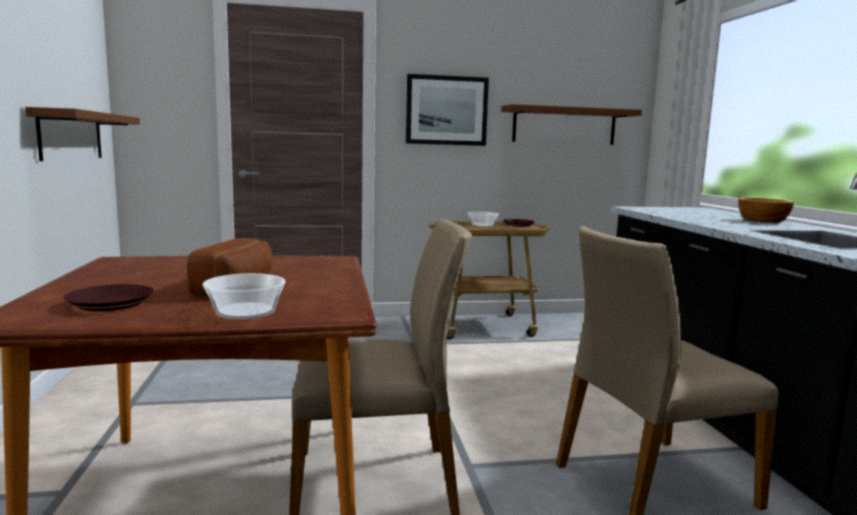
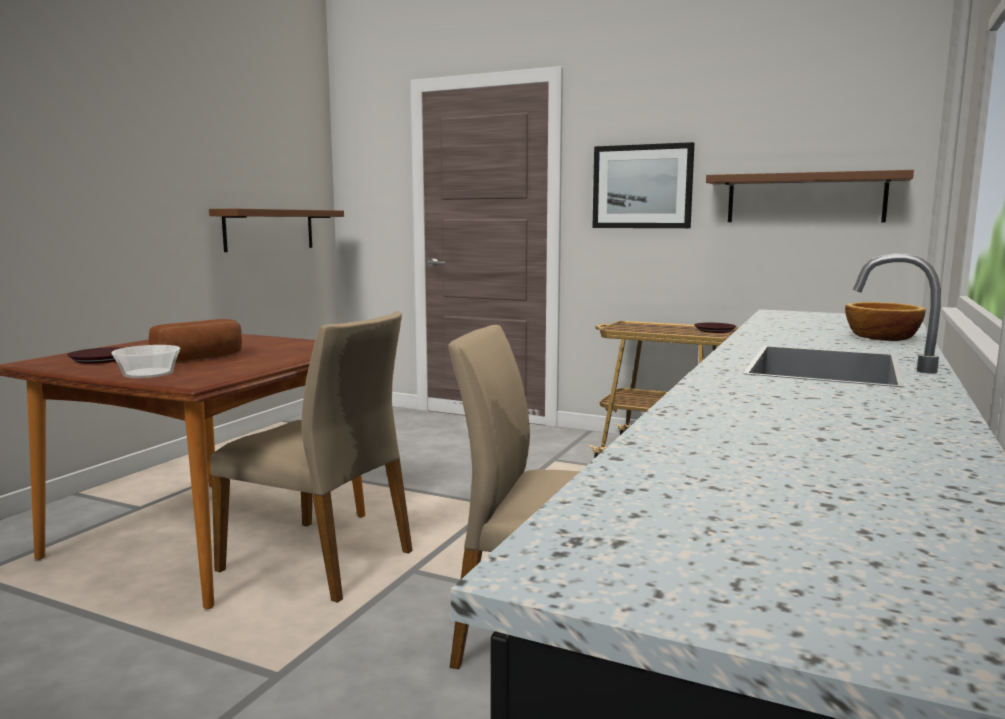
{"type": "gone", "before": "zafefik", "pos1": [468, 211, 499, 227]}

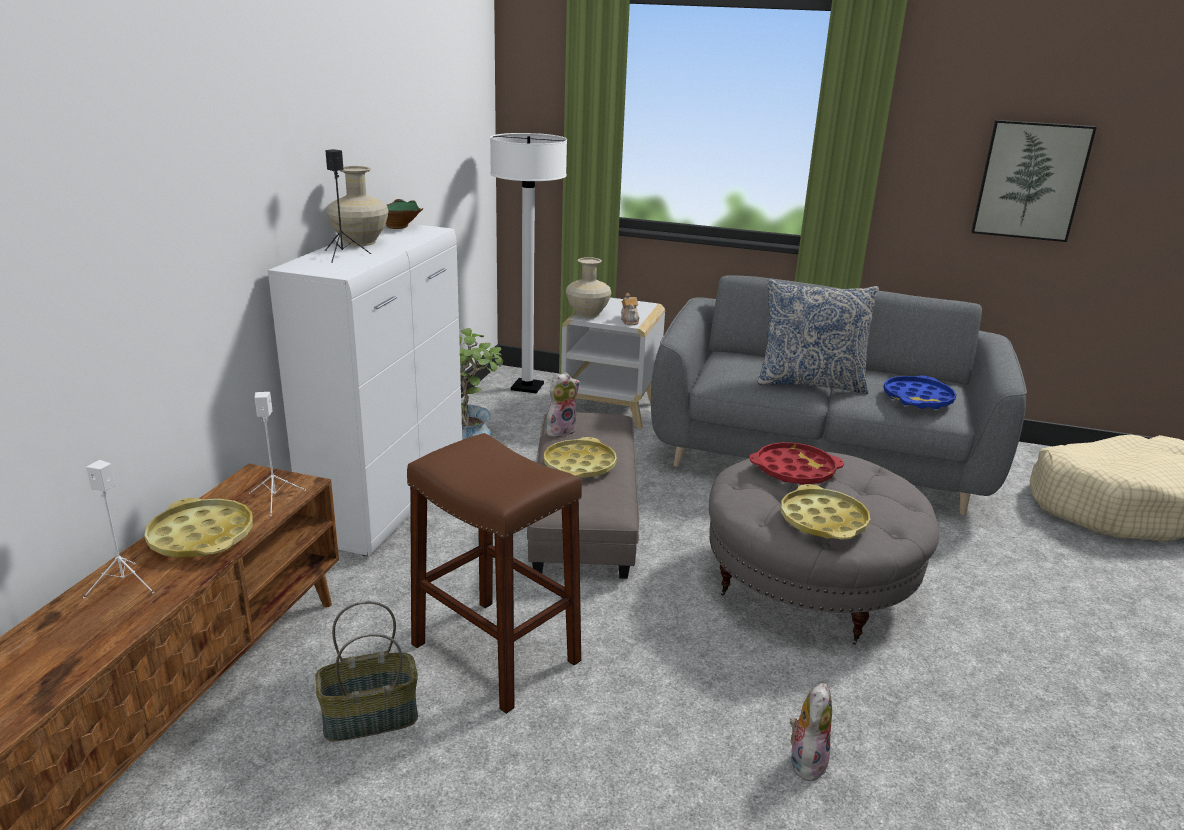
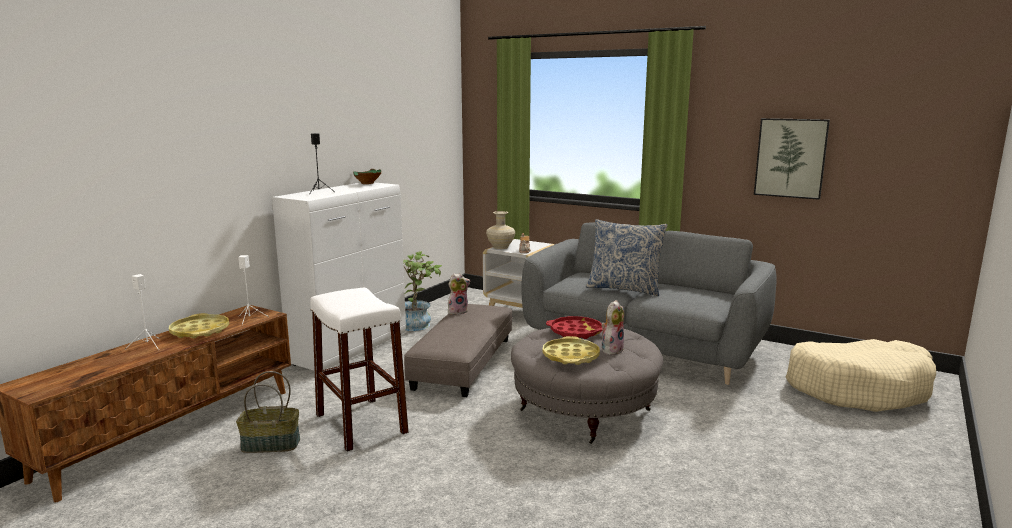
{"type": "gone", "before": "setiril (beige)", "pos1": [326, 166, 389, 246]}
{"type": "gone", "before": "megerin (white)", "pos1": [490, 133, 567, 394]}
{"type": "gone", "before": "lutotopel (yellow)", "pos1": [544, 437, 617, 478]}
{"type": "gone", "before": "lutotopel (blue)", "pos1": [884, 375, 956, 409]}
{"type": "shifted", "before": "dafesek", "pos1": [790, 683, 832, 782], "pos2": [601, 300, 624, 355]}
{"type": "repainted", "before": "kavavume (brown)", "after": "kavavume (white)", "pos1": [407, 433, 582, 714], "pos2": [310, 288, 409, 452]}

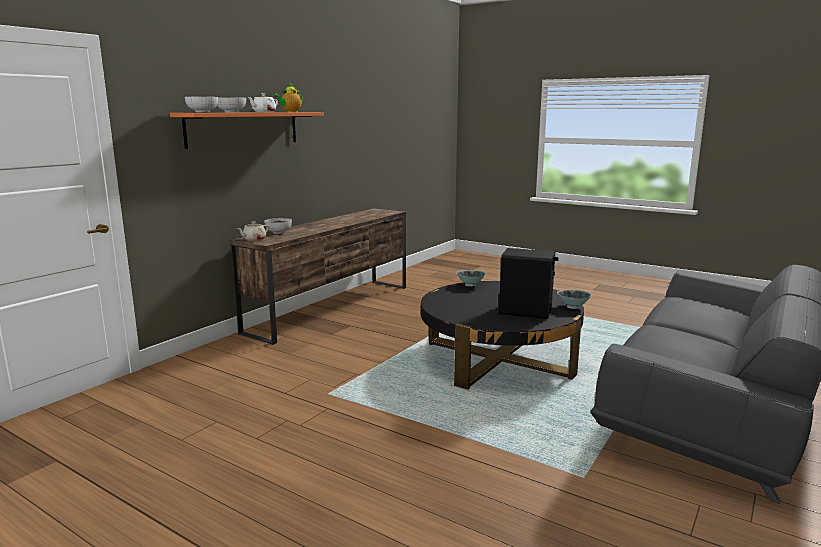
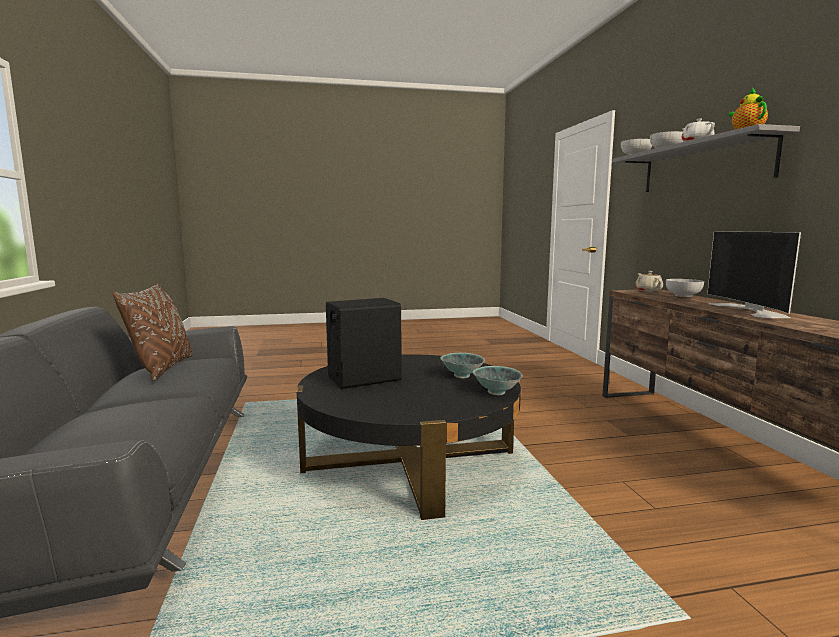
{"type": "new", "after": "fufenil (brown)", "pos2": [113, 283, 192, 381]}
{"type": "new", "after": "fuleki", "pos2": [707, 231, 801, 318]}
{"type": "shifted", "before": "zafefik", "pos1": [557, 290, 592, 309], "pos2": [440, 353, 485, 378]}
{"type": "repainted", "before": "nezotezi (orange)", "after": "nezotezi (grey)", "pos1": [170, 112, 324, 149], "pos2": [612, 124, 800, 192]}

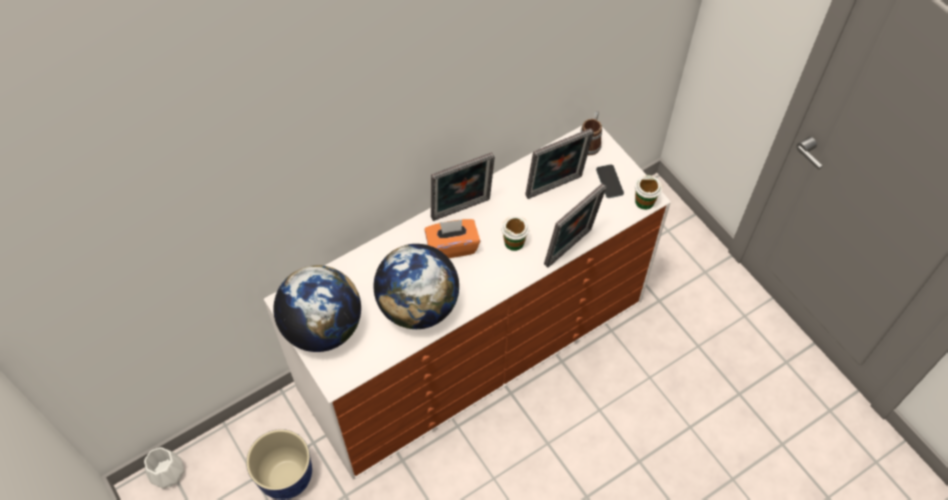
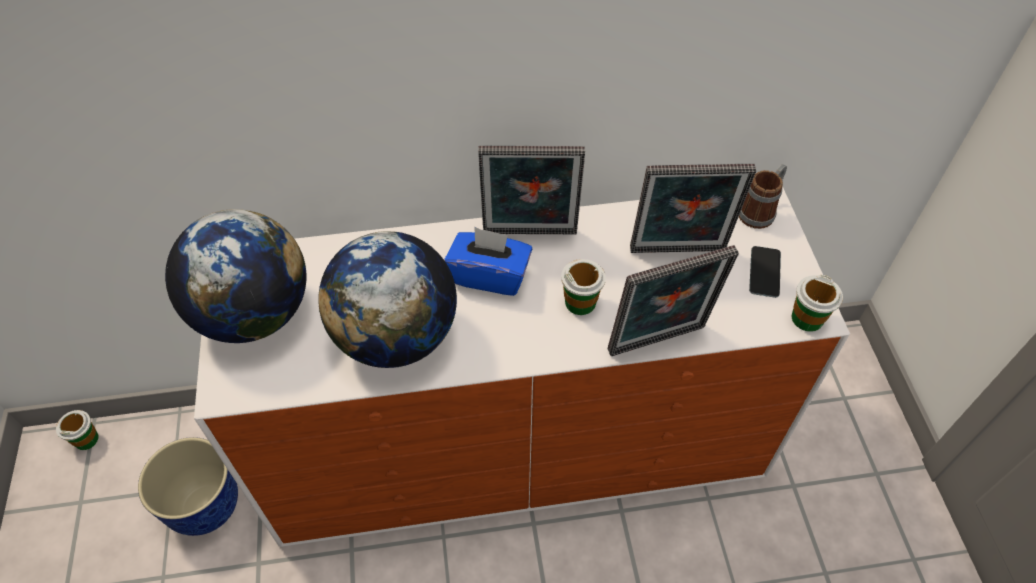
{"type": "swapped", "before": "setiril (white)", "after": "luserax", "pos1": [144, 447, 184, 489], "pos2": [56, 410, 99, 450]}
{"type": "repainted", "before": "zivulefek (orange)", "after": "zivulefek (blue)", "pos1": [425, 219, 480, 258], "pos2": [444, 227, 532, 296]}

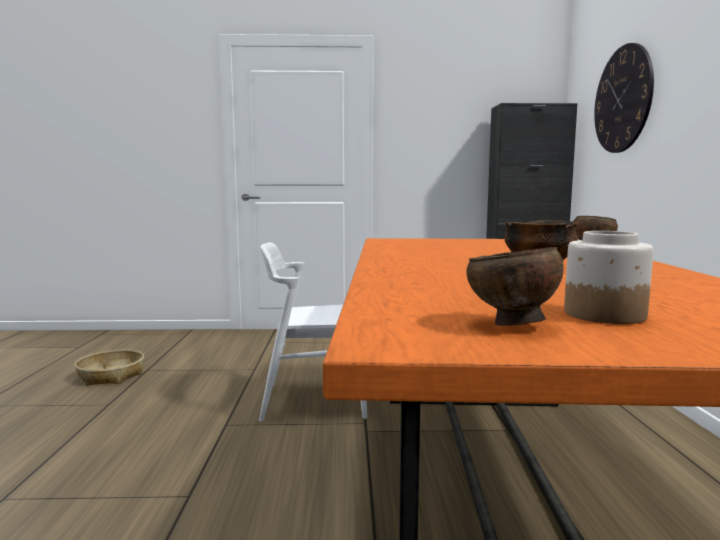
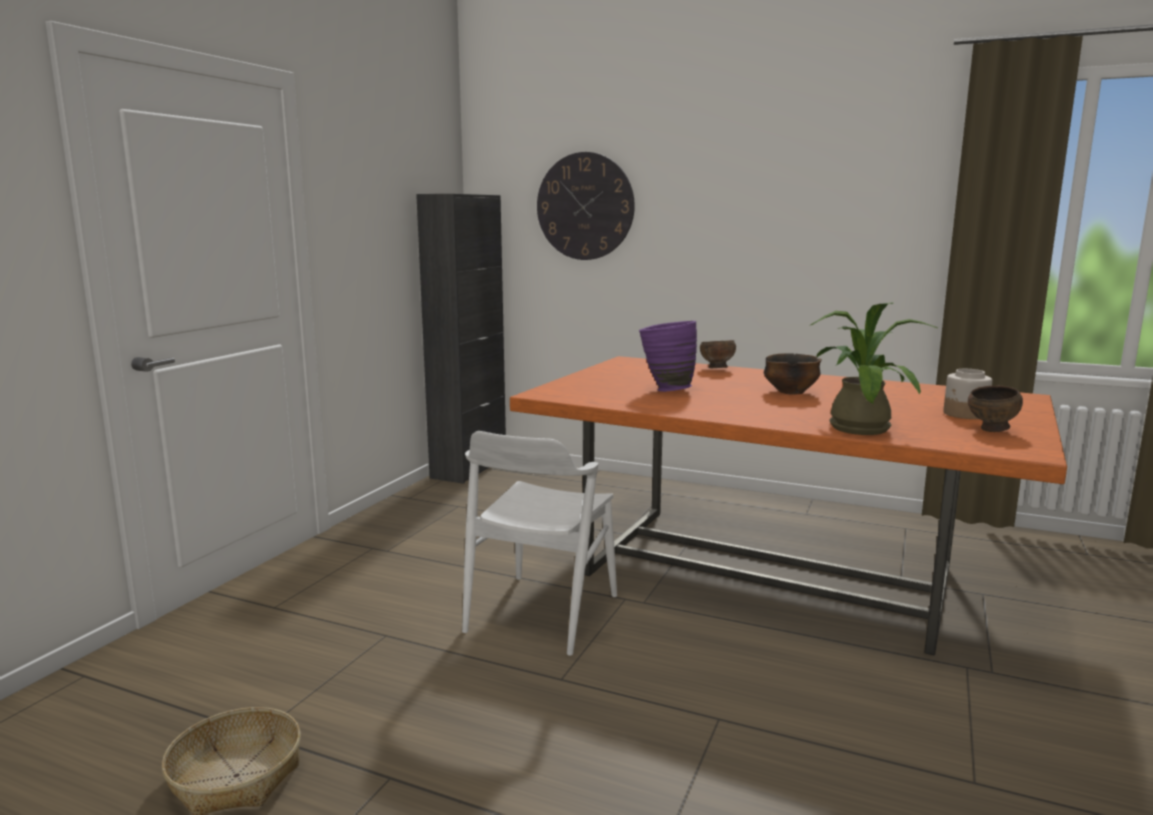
{"type": "new", "after": "setiril (purple)", "pos2": [639, 321, 697, 392]}
{"type": "new", "after": "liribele", "pos2": [811, 302, 937, 435]}

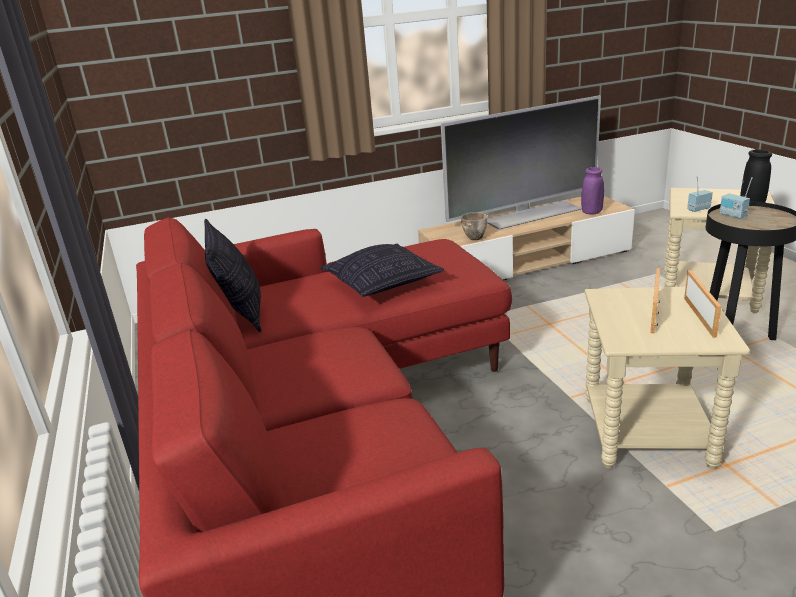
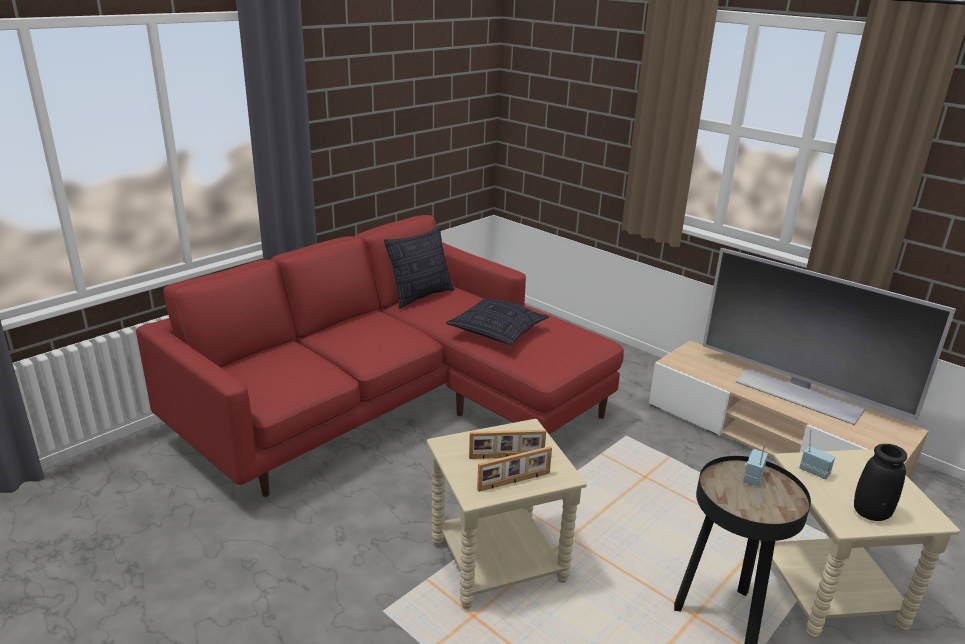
{"type": "gone", "before": "zafefik", "pos1": [461, 212, 488, 240]}
{"type": "gone", "before": "setiril (purple)", "pos1": [581, 167, 604, 214]}

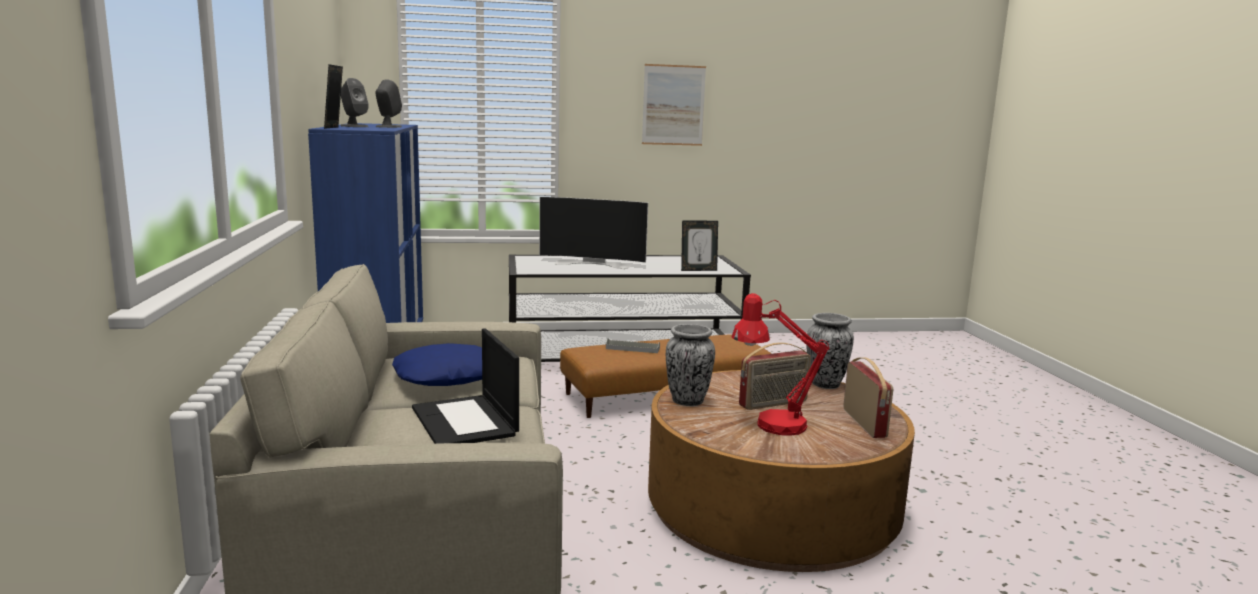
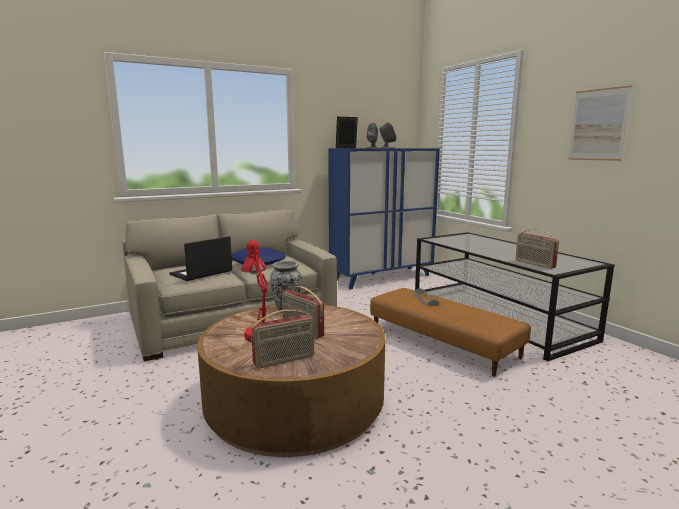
{"type": "gone", "before": "fuleki", "pos1": [539, 197, 648, 269]}
{"type": "gone", "before": "setiril", "pos1": [806, 313, 854, 389]}
{"type": "swapped", "before": "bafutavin", "after": "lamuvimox", "pos1": [681, 220, 718, 271], "pos2": [515, 229, 559, 269]}

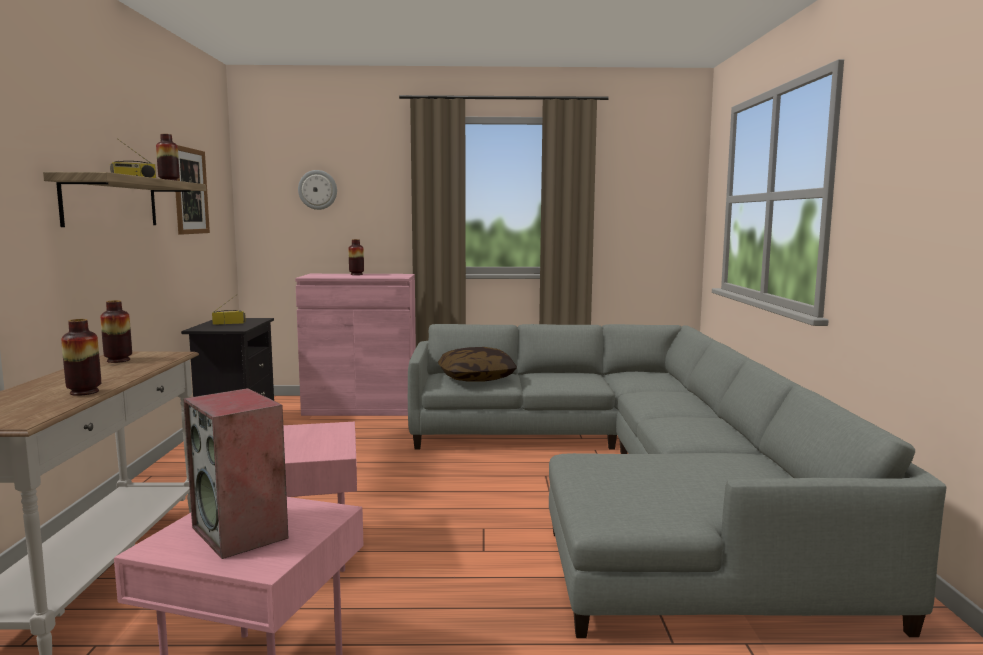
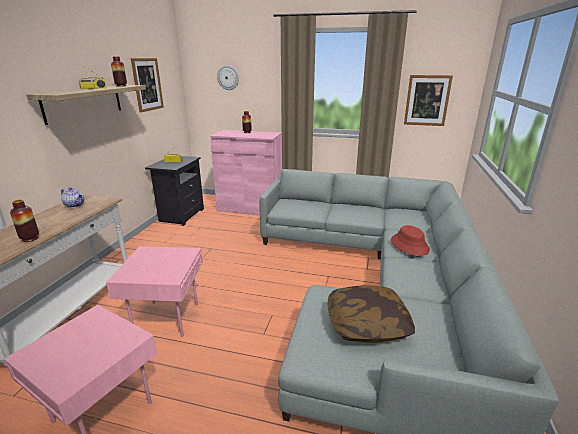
{"type": "gone", "before": "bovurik", "pos1": [183, 388, 288, 559]}
{"type": "new", "after": "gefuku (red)", "pos2": [391, 225, 430, 256]}
{"type": "new", "after": "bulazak", "pos2": [404, 75, 453, 126]}
{"type": "shifted", "before": "fufenil", "pos1": [438, 347, 517, 382], "pos2": [328, 285, 415, 343]}
{"type": "swapped", "before": "setiril", "after": "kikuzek", "pos1": [100, 300, 132, 363], "pos2": [61, 187, 84, 208]}

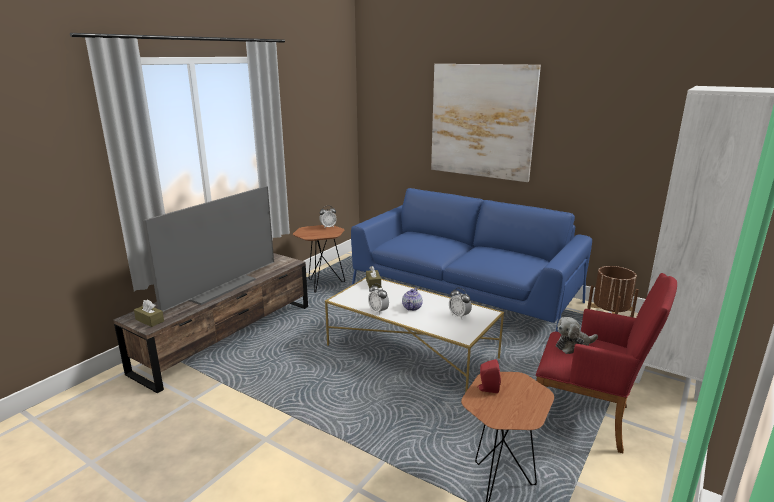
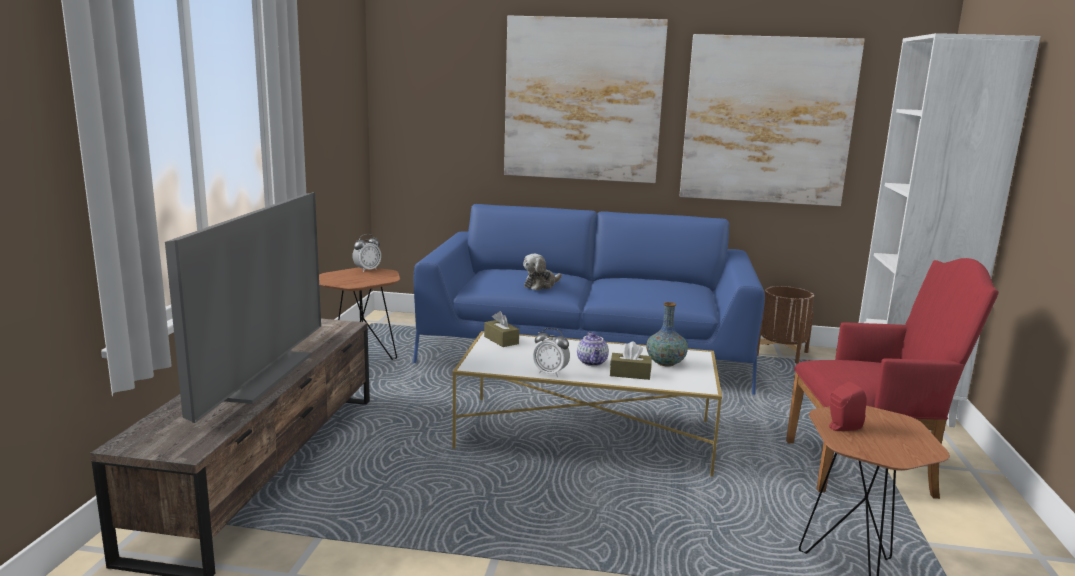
{"type": "new", "after": "bulazak", "pos2": [680, 34, 865, 206]}
{"type": "shifted", "before": "zivulefek (brown)", "pos1": [134, 300, 164, 327], "pos2": [610, 341, 652, 380]}
{"type": "shifted", "before": "dafesek", "pos1": [556, 317, 598, 354], "pos2": [523, 254, 562, 290]}
{"type": "swapped", "before": "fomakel", "after": "setiril", "pos1": [449, 288, 472, 319], "pos2": [646, 302, 688, 367]}

